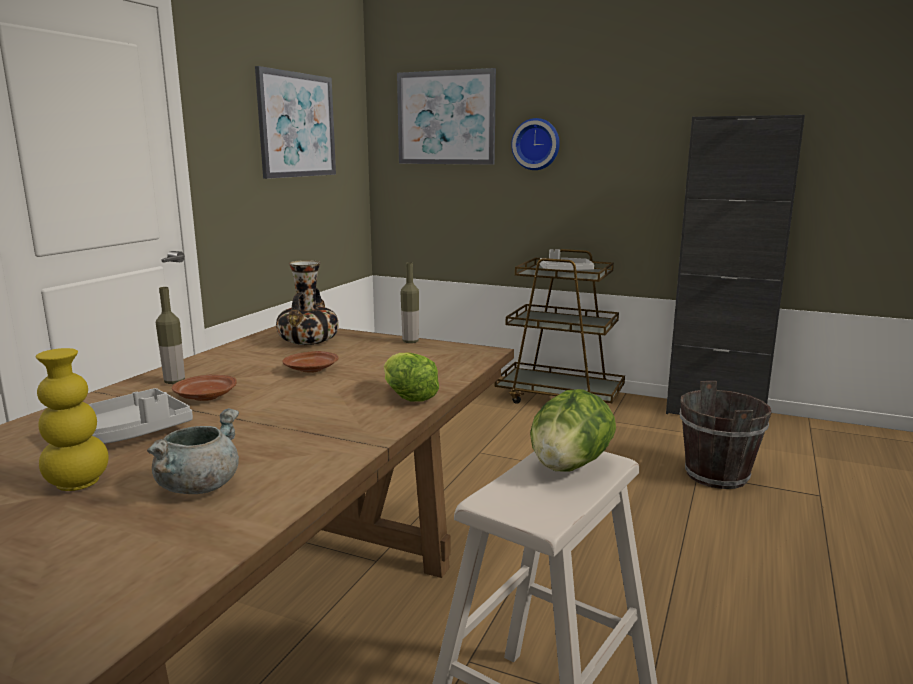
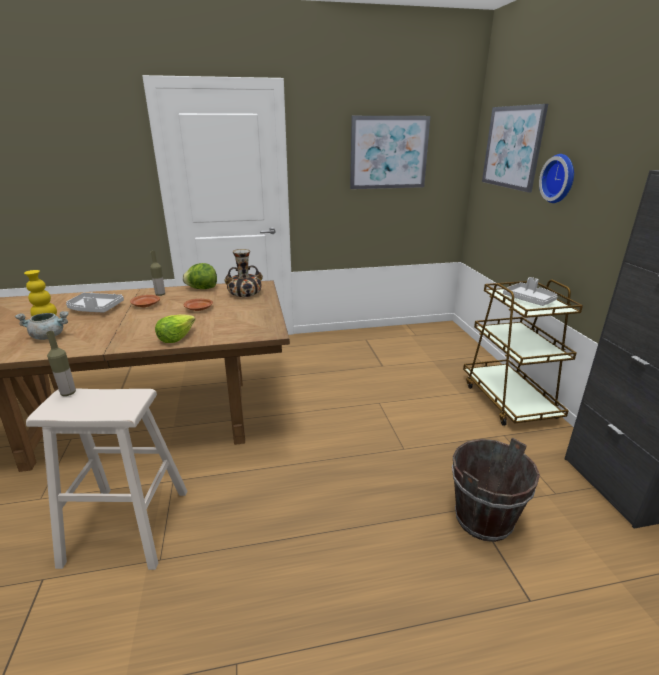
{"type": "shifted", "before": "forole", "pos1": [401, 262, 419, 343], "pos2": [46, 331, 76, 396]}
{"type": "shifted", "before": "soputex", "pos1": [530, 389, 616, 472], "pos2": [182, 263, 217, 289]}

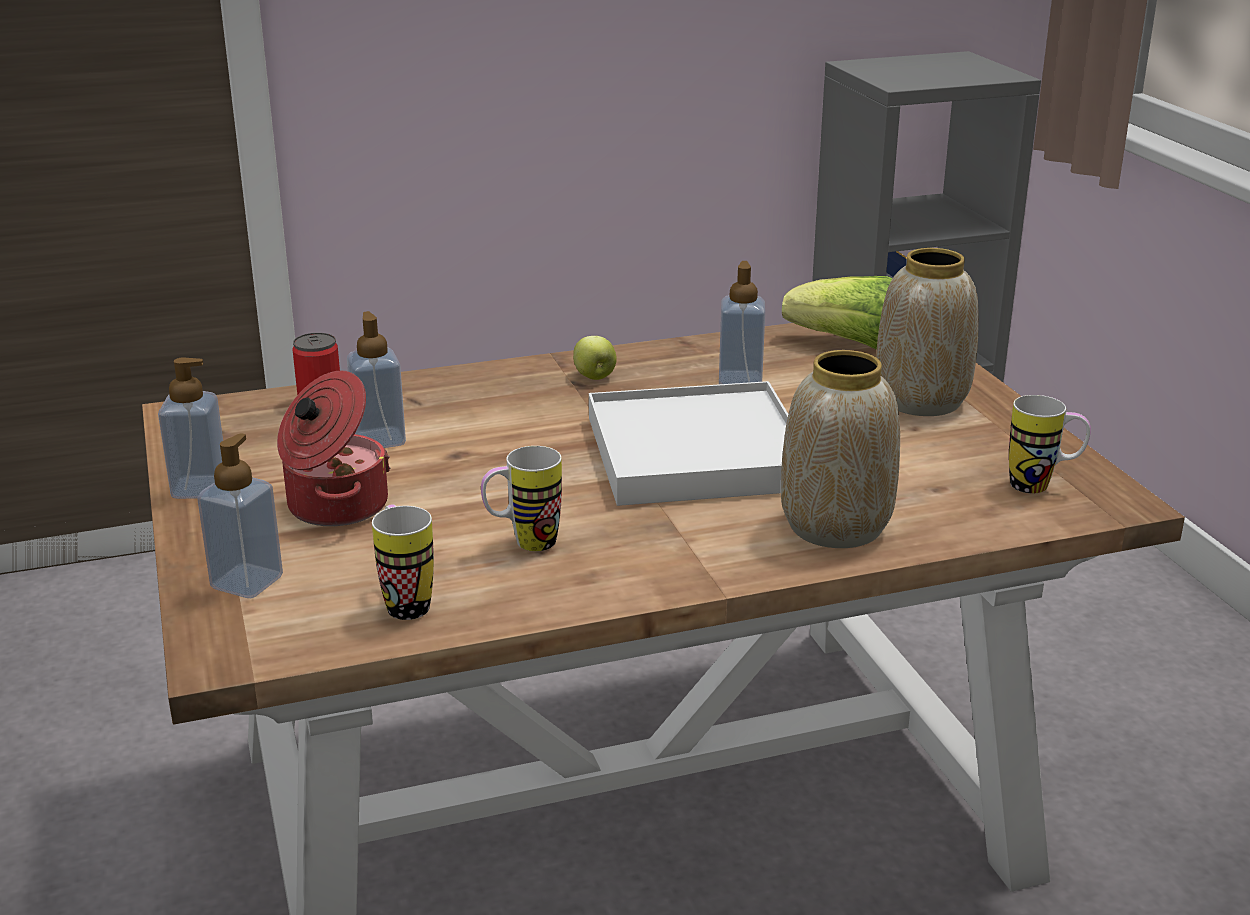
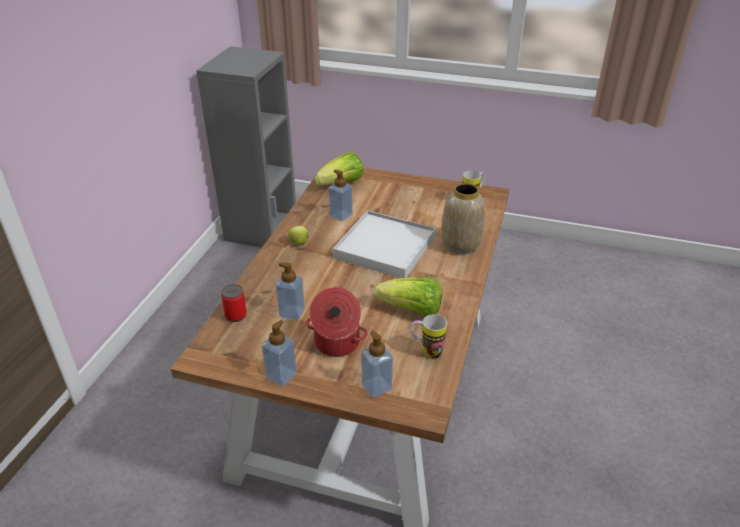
{"type": "gone", "before": "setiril", "pos1": [876, 248, 979, 416]}
{"type": "swapped", "before": "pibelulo", "after": "soputex", "pos1": [481, 446, 562, 551], "pos2": [375, 278, 442, 316]}

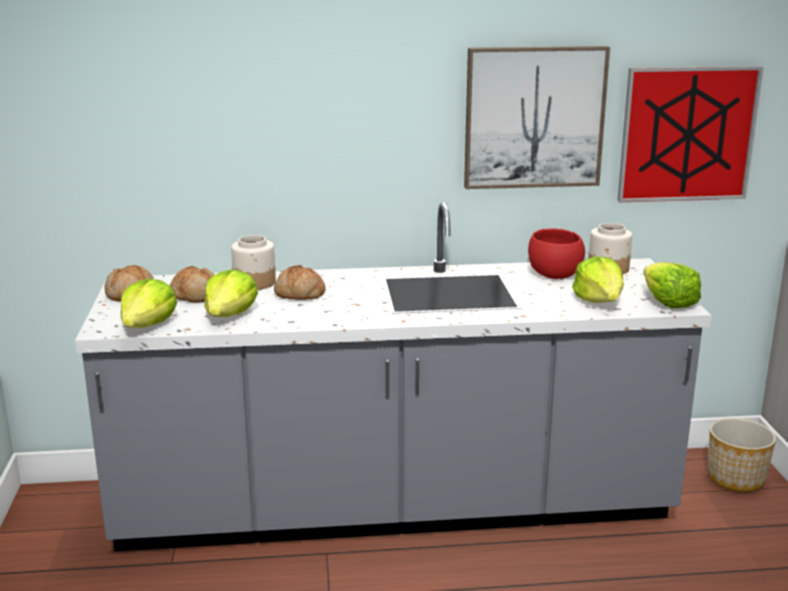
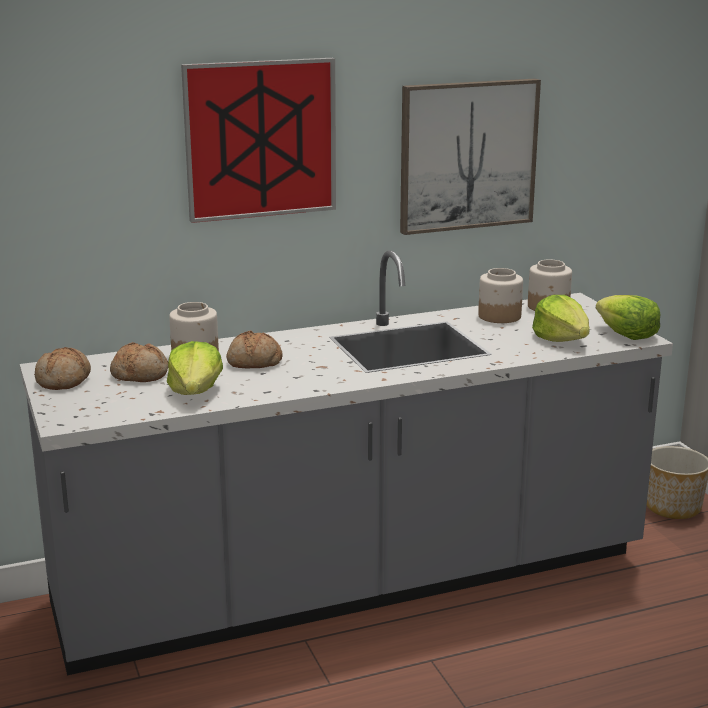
{"type": "gone", "before": "soputex", "pos1": [121, 278, 177, 328]}
{"type": "shifted", "before": "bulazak", "pos1": [617, 66, 764, 202], "pos2": [181, 58, 336, 223]}
{"type": "swapped", "before": "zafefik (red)", "after": "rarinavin", "pos1": [528, 228, 585, 279], "pos2": [478, 268, 523, 323]}

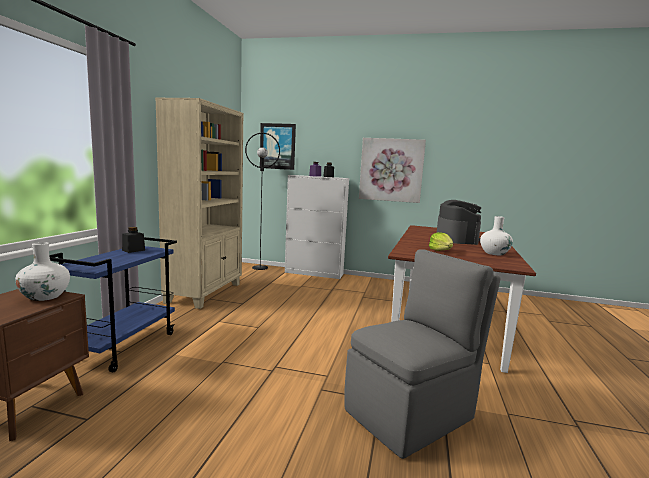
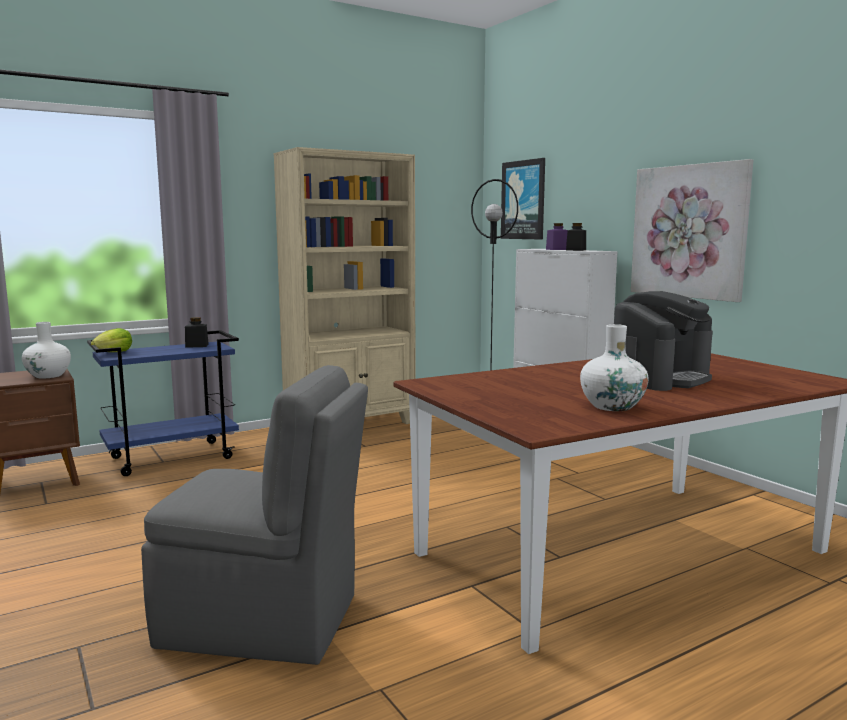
{"type": "shifted", "before": "soputex", "pos1": [429, 232, 453, 251], "pos2": [91, 328, 132, 352]}

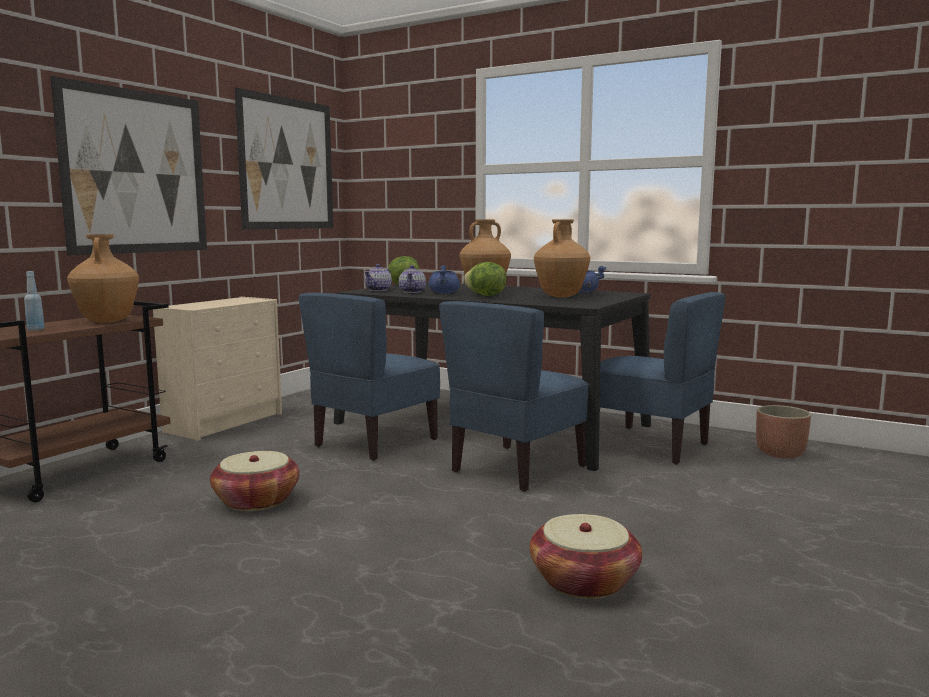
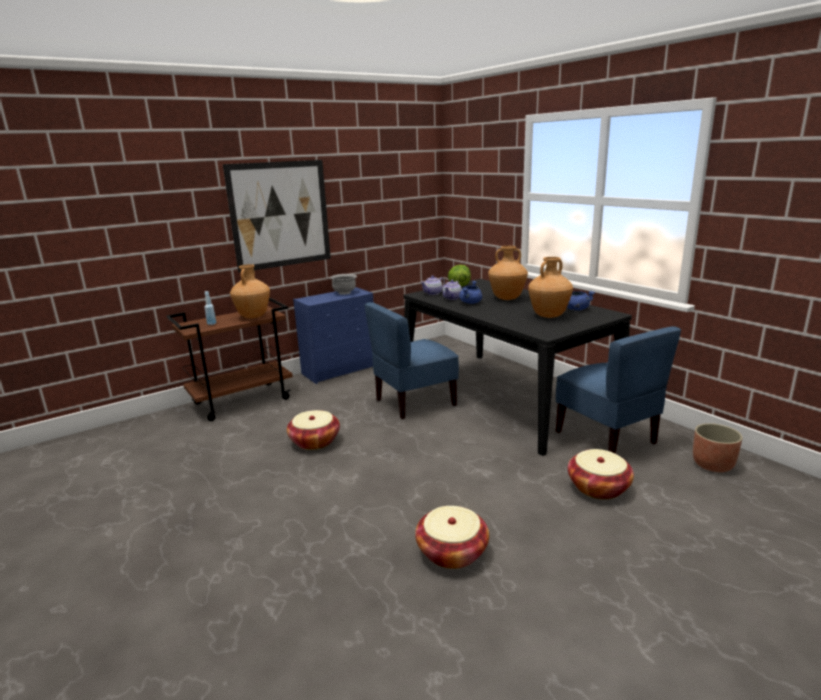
{"type": "gone", "before": "bulazak", "pos1": [235, 88, 333, 229]}
{"type": "gone", "before": "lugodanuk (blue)", "pos1": [439, 301, 589, 492]}
{"type": "gone", "before": "soputex", "pos1": [463, 262, 507, 296]}
{"type": "new", "after": "zafefik (grey)", "pos2": [330, 274, 357, 295]}
{"type": "new", "after": "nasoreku", "pos2": [568, 449, 634, 500]}
{"type": "repainted", "before": "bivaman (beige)", "after": "bivaman (blue)", "pos1": [153, 297, 282, 440], "pos2": [293, 287, 374, 384]}

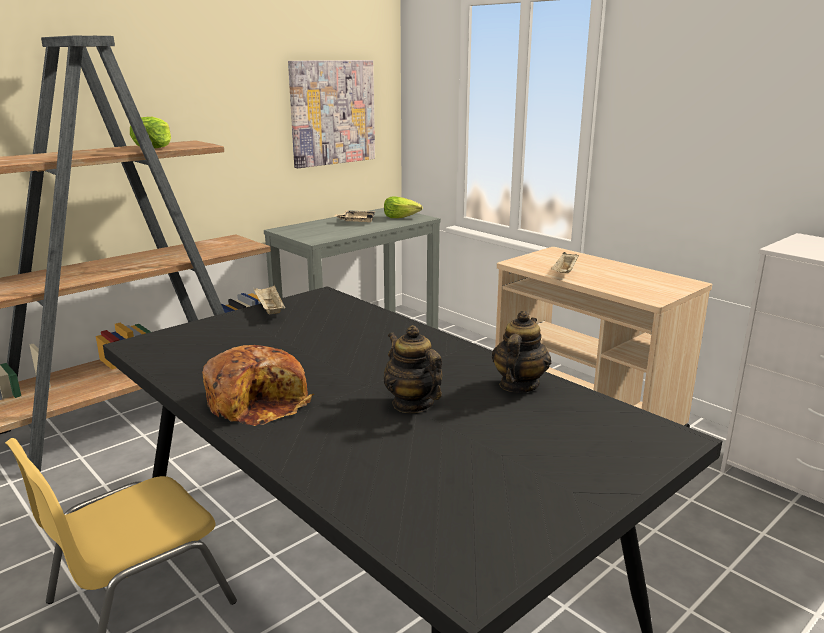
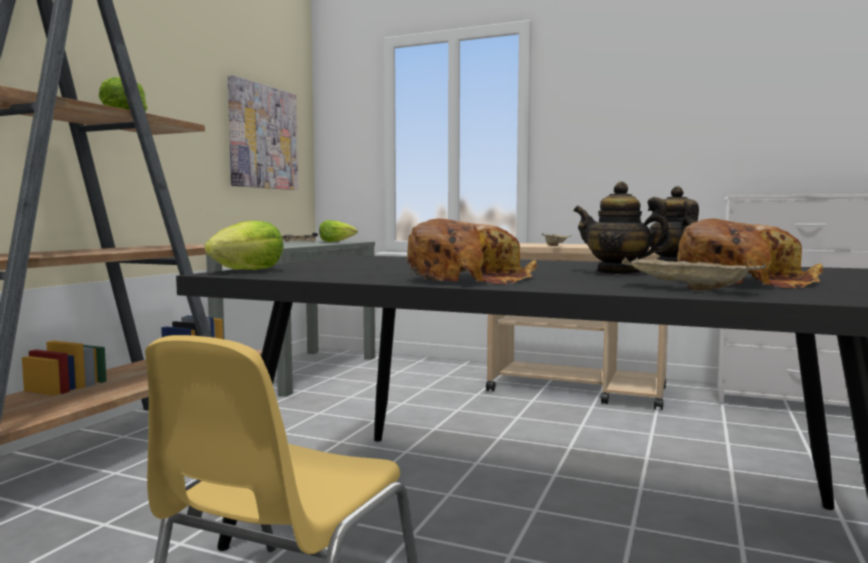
{"type": "new", "after": "soputex", "pos2": [204, 221, 284, 270]}
{"type": "new", "after": "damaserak", "pos2": [677, 218, 823, 288]}
{"type": "shifted", "before": "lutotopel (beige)", "pos1": [253, 285, 285, 314], "pos2": [622, 257, 766, 290]}

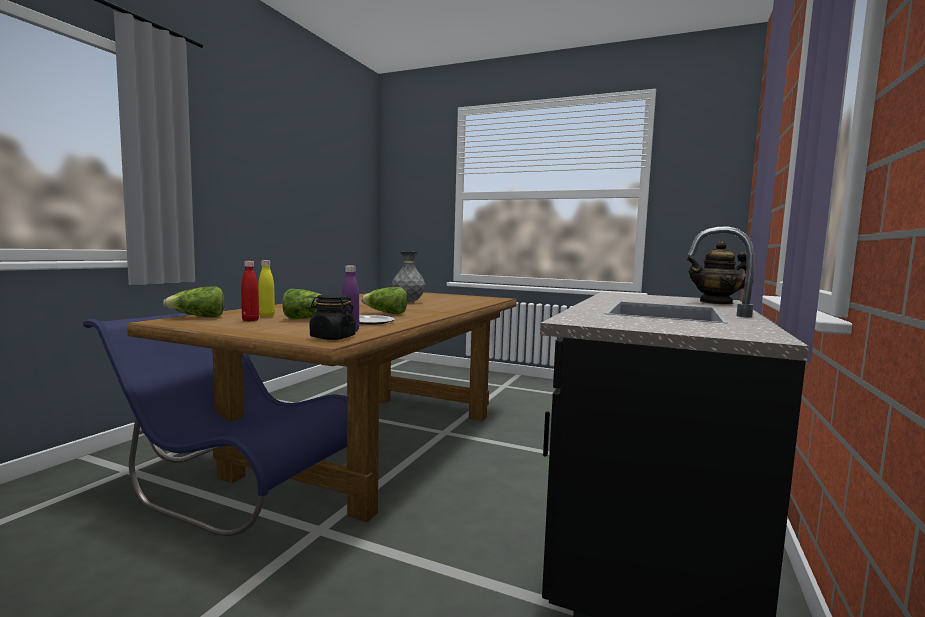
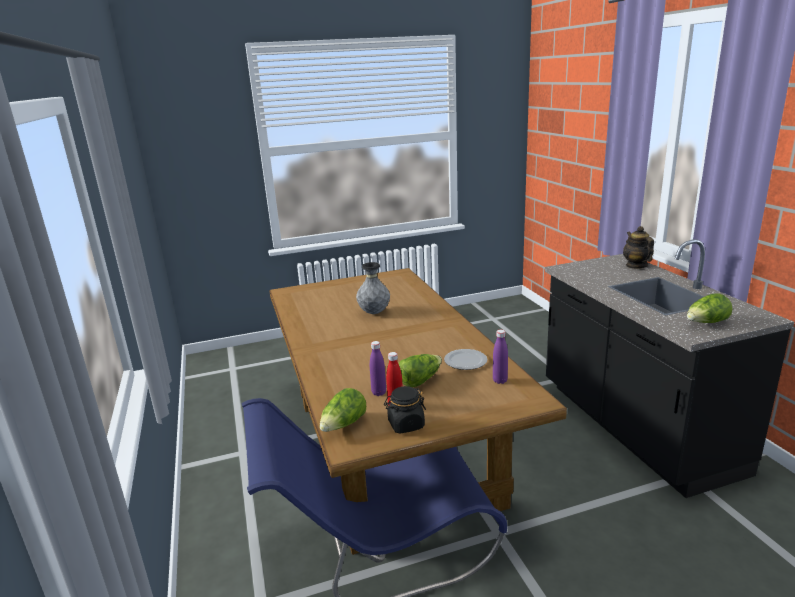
{"type": "shifted", "before": "rarinavin (black)", "pos1": [310, 294, 356, 340], "pos2": [384, 386, 426, 434]}
{"type": "shifted", "before": "soputex", "pos1": [361, 287, 407, 315], "pos2": [687, 293, 732, 323]}
{"type": "repainted", "before": "forole (yellow)", "after": "forole (purple)", "pos1": [258, 260, 275, 317], "pos2": [370, 341, 386, 396]}
{"type": "rotated", "before": "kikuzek", "pos1": [686, 241, 747, 305], "pos2": [623, 226, 654, 269], "turn": 120}

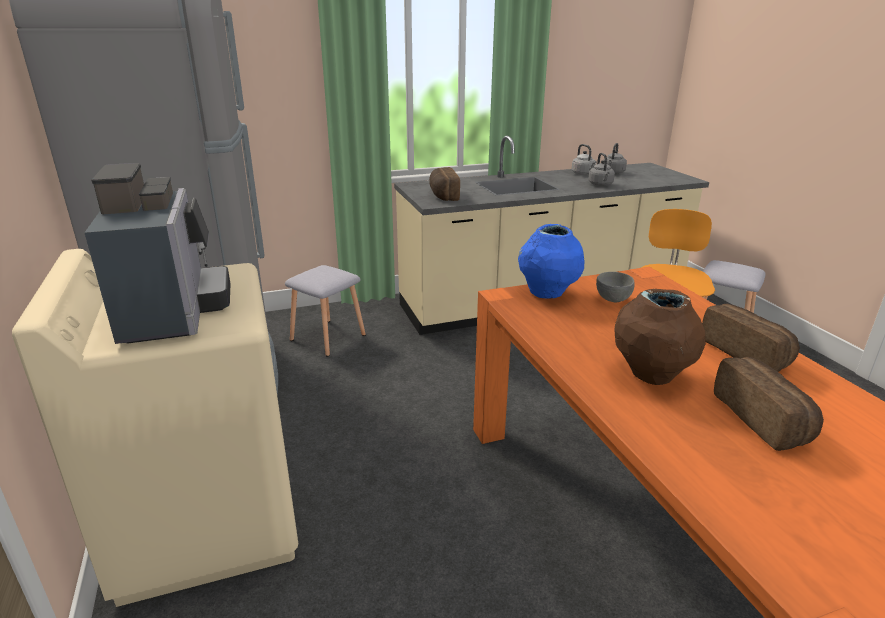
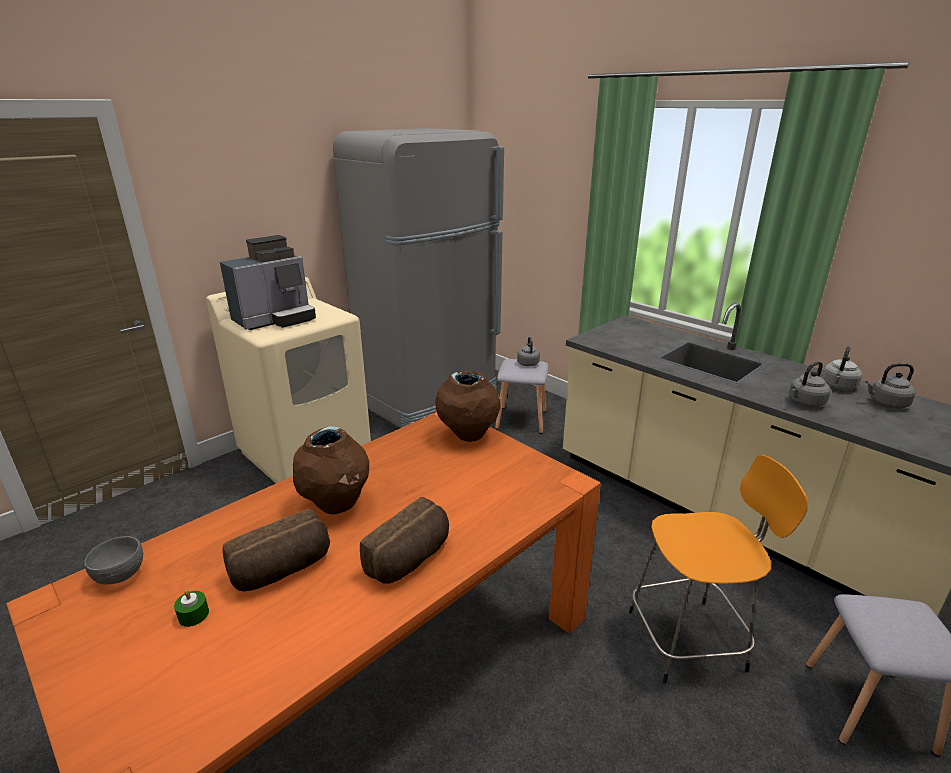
{"type": "gone", "before": "damaserak", "pos1": [429, 167, 460, 201]}
{"type": "new", "after": "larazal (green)", "pos2": [174, 590, 209, 627]}
{"type": "new", "after": "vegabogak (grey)", "pos2": [517, 337, 540, 366]}
{"type": "shifted", "before": "zafefik (grey)", "pos1": [596, 272, 635, 302], "pos2": [84, 536, 143, 585]}
{"type": "repainted", "before": "setiril (blue)", "after": "setiril (brown)", "pos1": [518, 224, 584, 299], "pos2": [435, 371, 501, 442]}

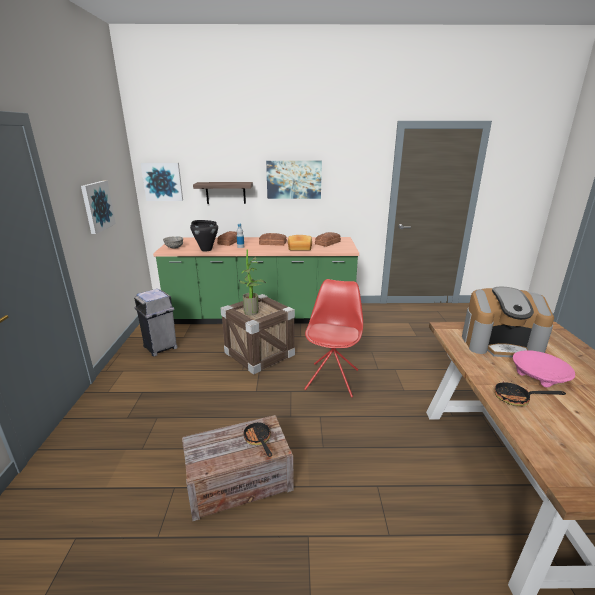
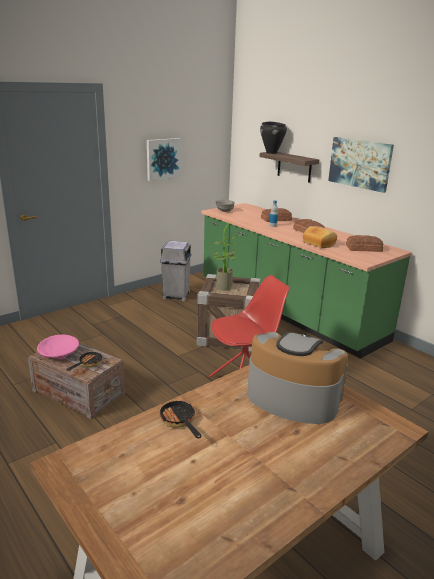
{"type": "gone", "before": "bulazak", "pos1": [141, 163, 183, 201]}
{"type": "shifted", "before": "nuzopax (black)", "pos1": [190, 220, 218, 252], "pos2": [260, 122, 287, 154]}
{"type": "shifted", "before": "zafefik (pink)", "pos1": [513, 350, 575, 388], "pos2": [37, 335, 79, 360]}
{"type": "rotated", "before": "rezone", "pos1": [462, 287, 554, 358], "pos2": [247, 332, 348, 424], "turn": 150}

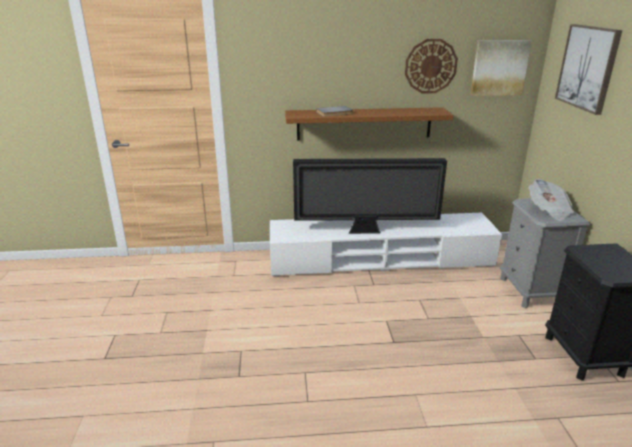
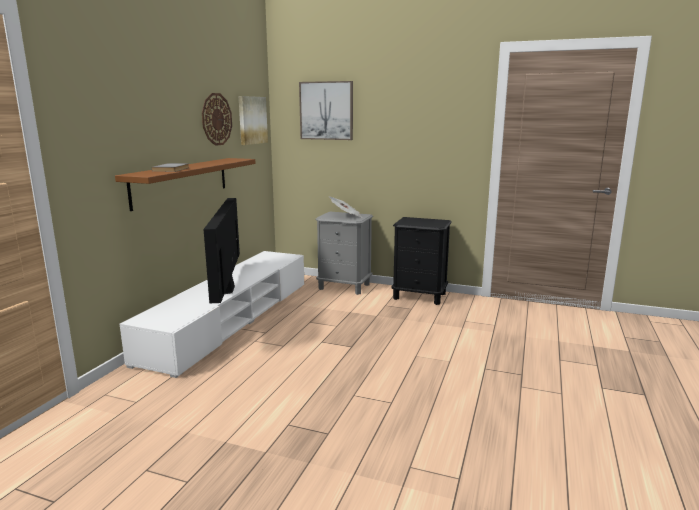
{"type": "rotated", "before": "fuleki", "pos1": [293, 158, 447, 234], "pos2": [203, 198, 240, 303], "turn": 150}

